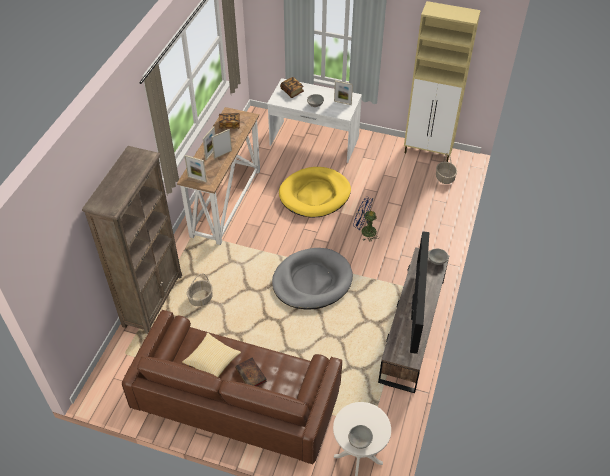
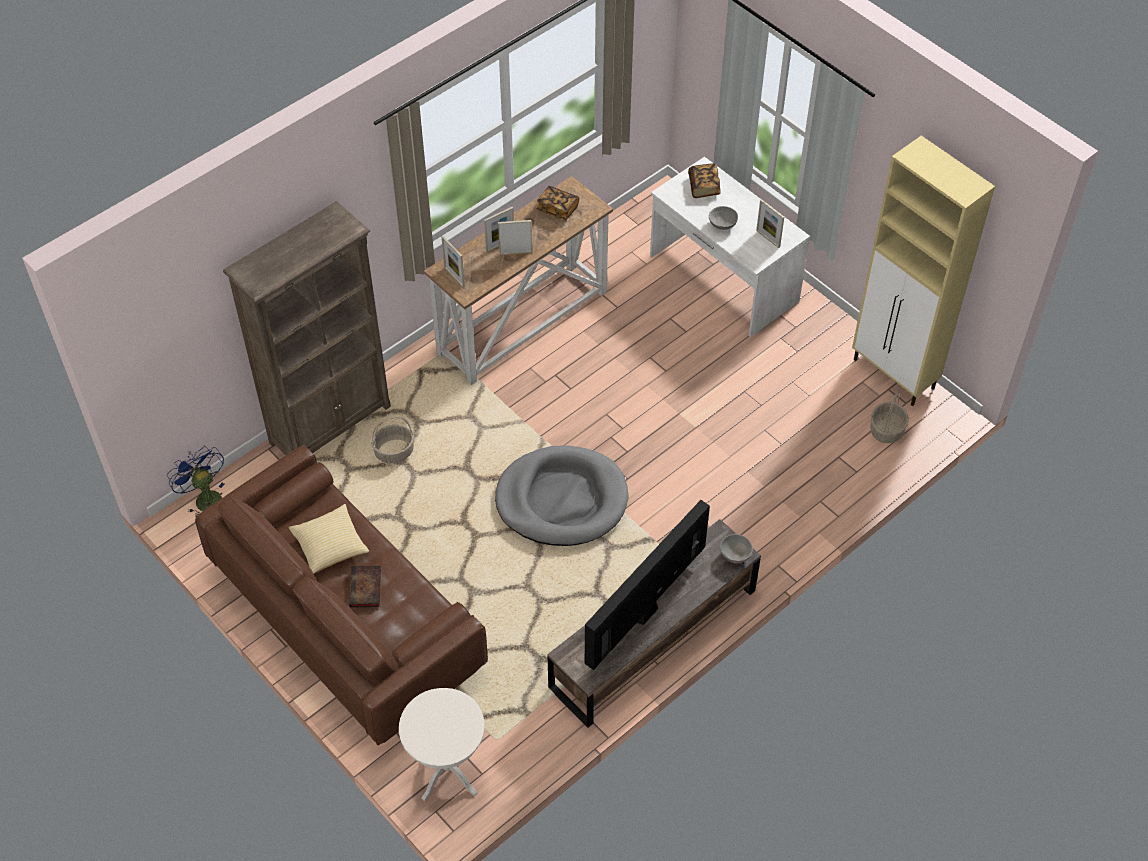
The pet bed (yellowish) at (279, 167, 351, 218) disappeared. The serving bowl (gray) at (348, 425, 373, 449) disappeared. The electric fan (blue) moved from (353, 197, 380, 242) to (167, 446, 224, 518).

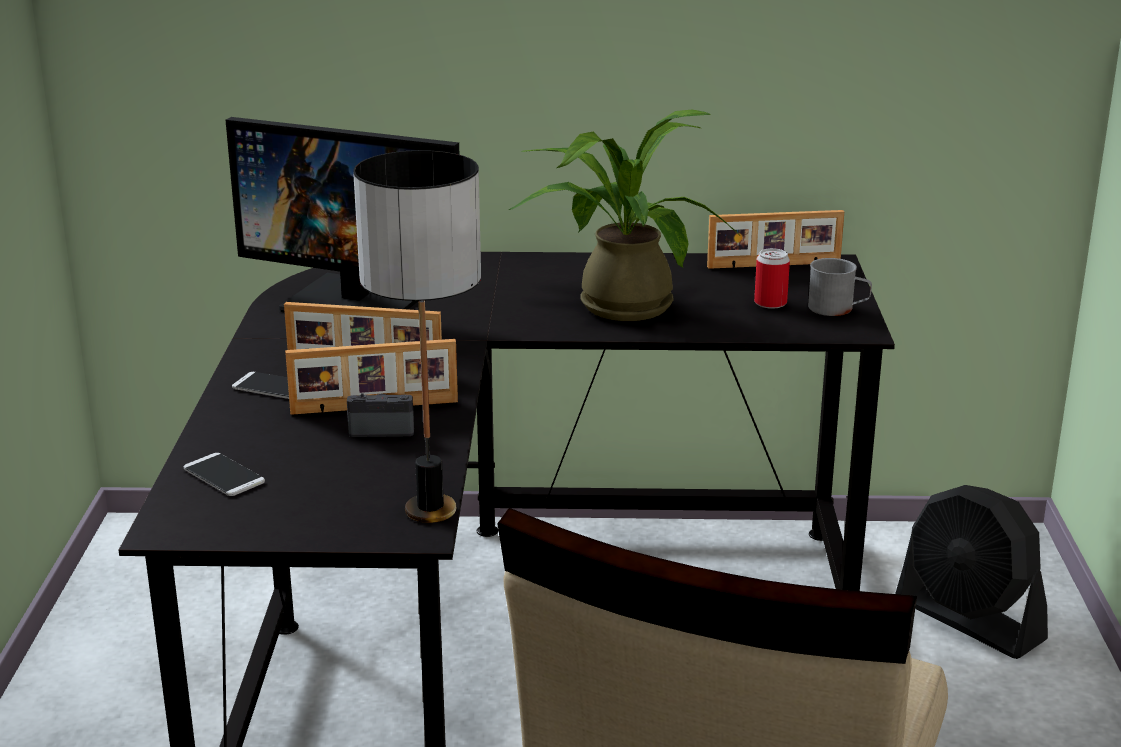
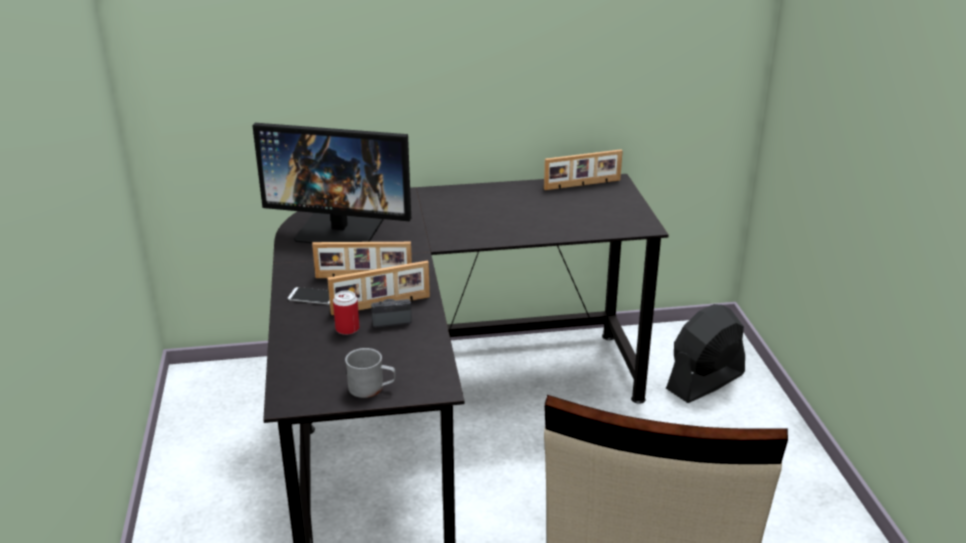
The telephone at (184, 453, 265, 496) disappeared. The lamp for a table at (353, 150, 481, 523) disappeared. The houseplant at (509, 110, 739, 321) disappeared. The metal can moved from (754, 248, 790, 309) to (333, 290, 360, 335). The mug (gray) moved from (808, 258, 872, 316) to (345, 348, 396, 398). The electric fan (blackish) at (895, 485, 1048, 659) turned 105 degrees clockwise.

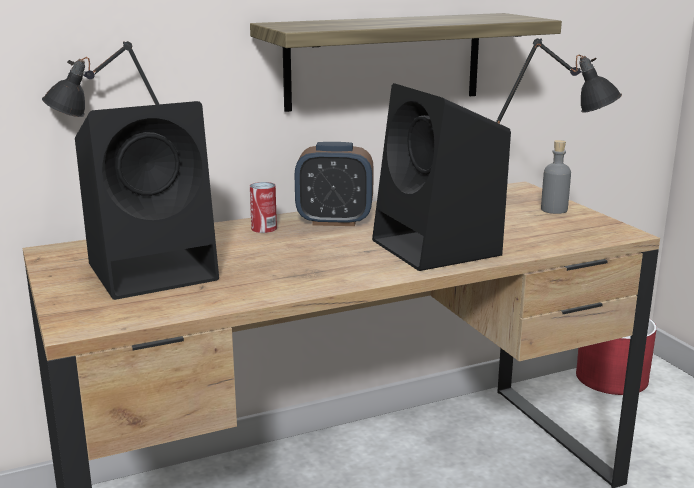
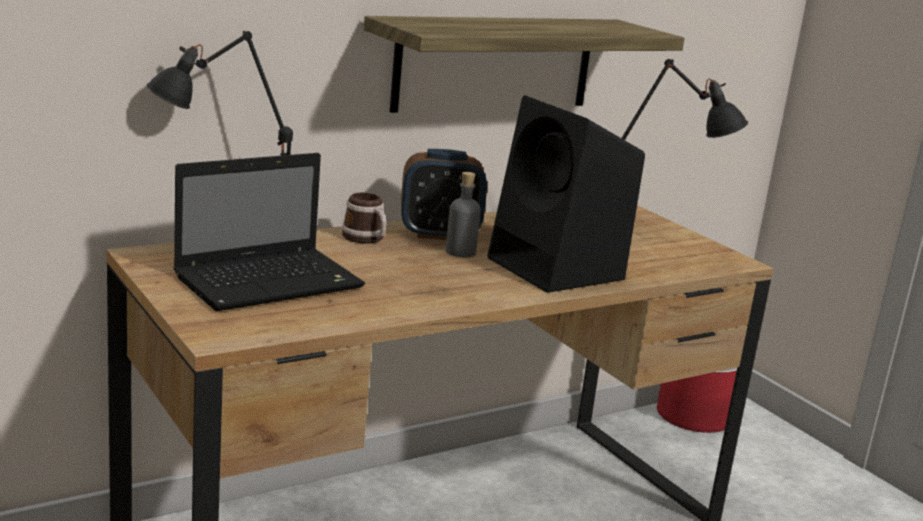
The speaker (blackish) at (75, 101, 219, 300) was replaced by the notebook computer at (173, 153, 365, 311). The metal can at (250, 182, 277, 233) was replaced by the mug at (342, 192, 386, 244). The drink bottle (gray) moved from (541, 140, 571, 214) to (446, 172, 481, 257).

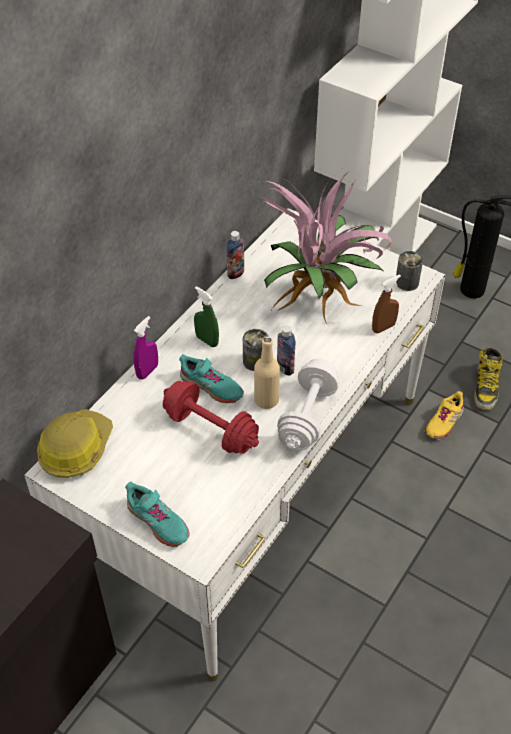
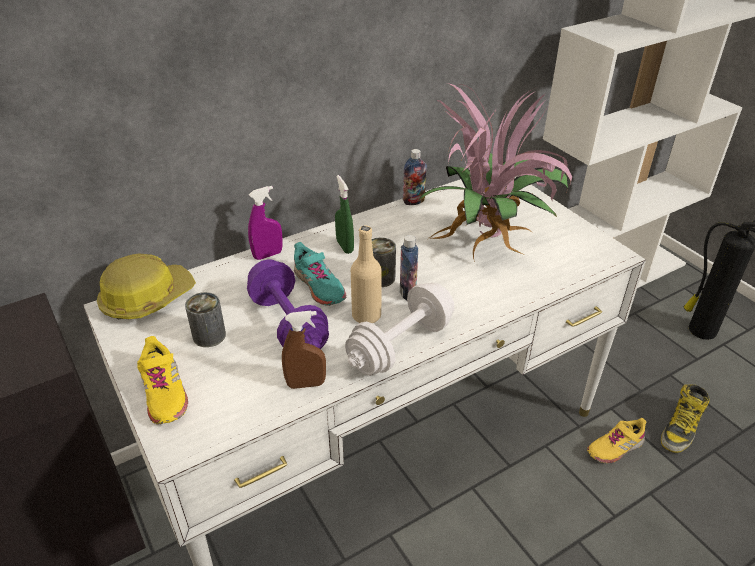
The item of footwear (turquoise) at (125, 482, 190, 547) became the item of footwear (yellowish) at (137, 336, 188, 424). The hand weight (red-coloured) at (163, 381, 259, 454) became the hand weight (purplish) at (247, 259, 329, 349). The hand sprayer (brown-coloured) moved from (372, 274, 401, 333) to (282, 311, 326, 389). The metal can moved from (396, 251, 423, 291) to (185, 292, 226, 347).

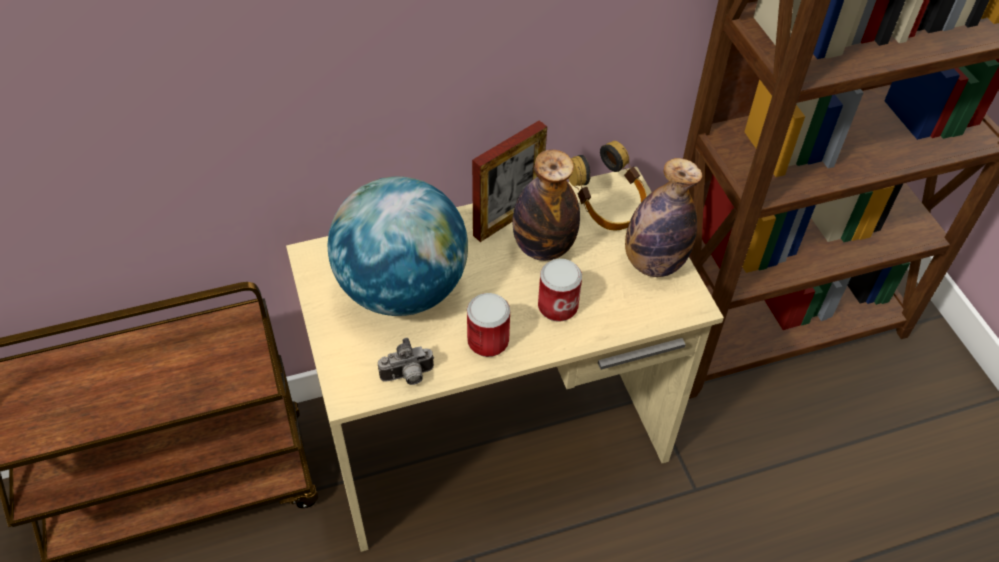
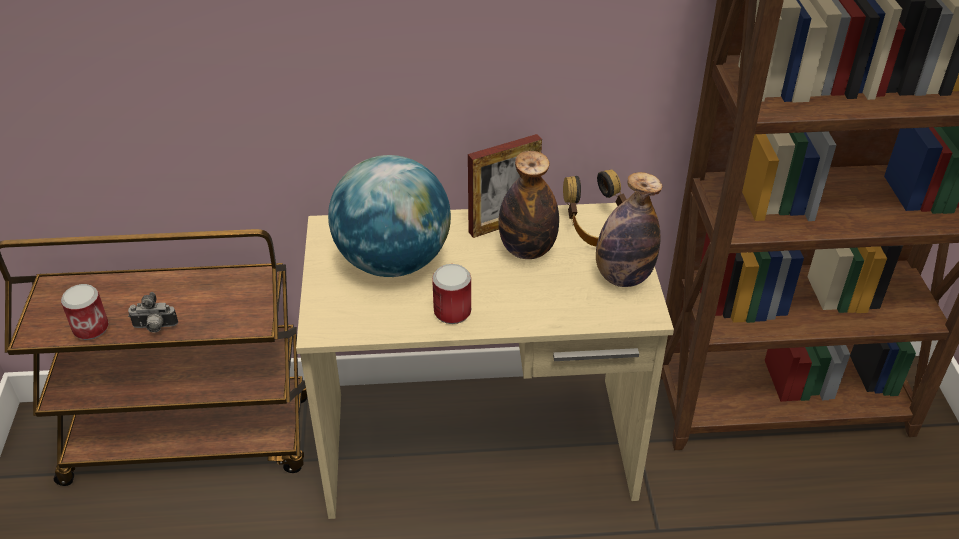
The photo camera moved from (378, 338, 434, 385) to (128, 292, 178, 333). The metal can moved from (538, 259, 582, 322) to (61, 284, 109, 340).

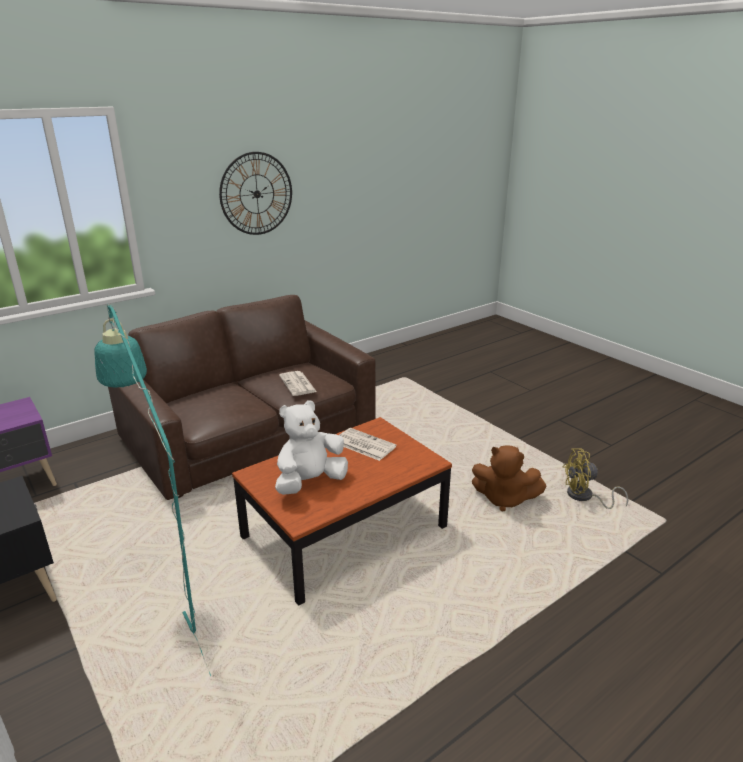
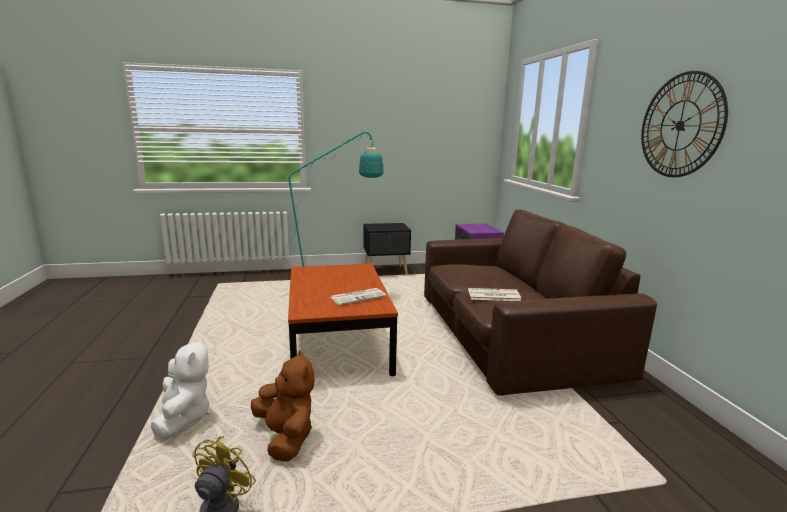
The soft toy (white) moved from (275, 400, 348, 495) to (151, 338, 211, 439). The soft toy (brown-coloured) at (472, 445, 546, 511) turned 105 degrees clockwise.

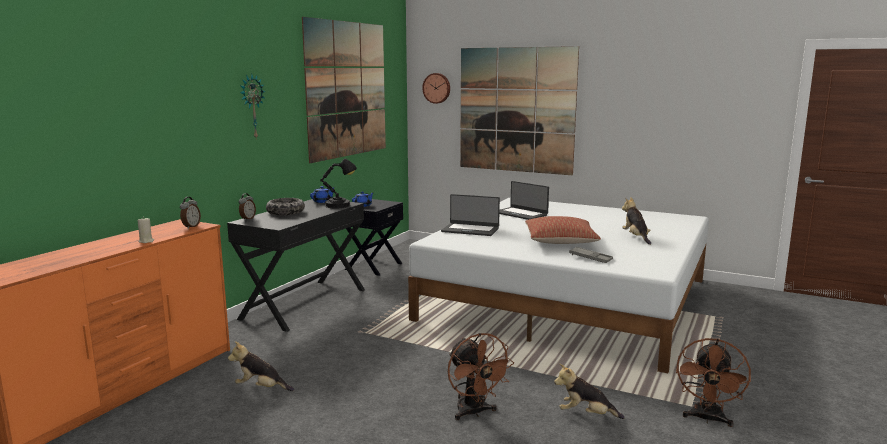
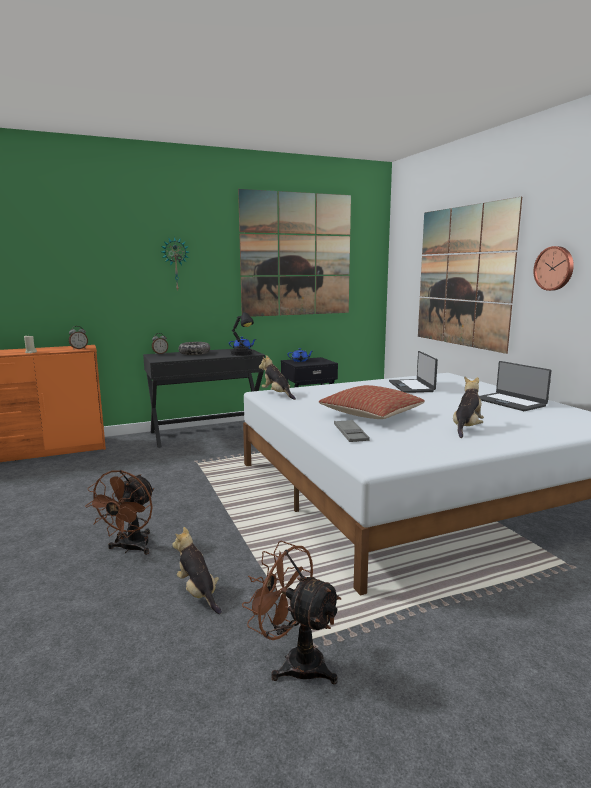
The soft toy moved from (228, 341, 294, 391) to (259, 355, 296, 400). The wall clock moved from (422, 73, 450, 104) to (533, 246, 574, 291). The notebook computer moved from (441, 194, 500, 236) to (479, 361, 552, 411). The electric fan (brown-coloured) at (676, 338, 751, 427) turned 60 degrees clockwise.

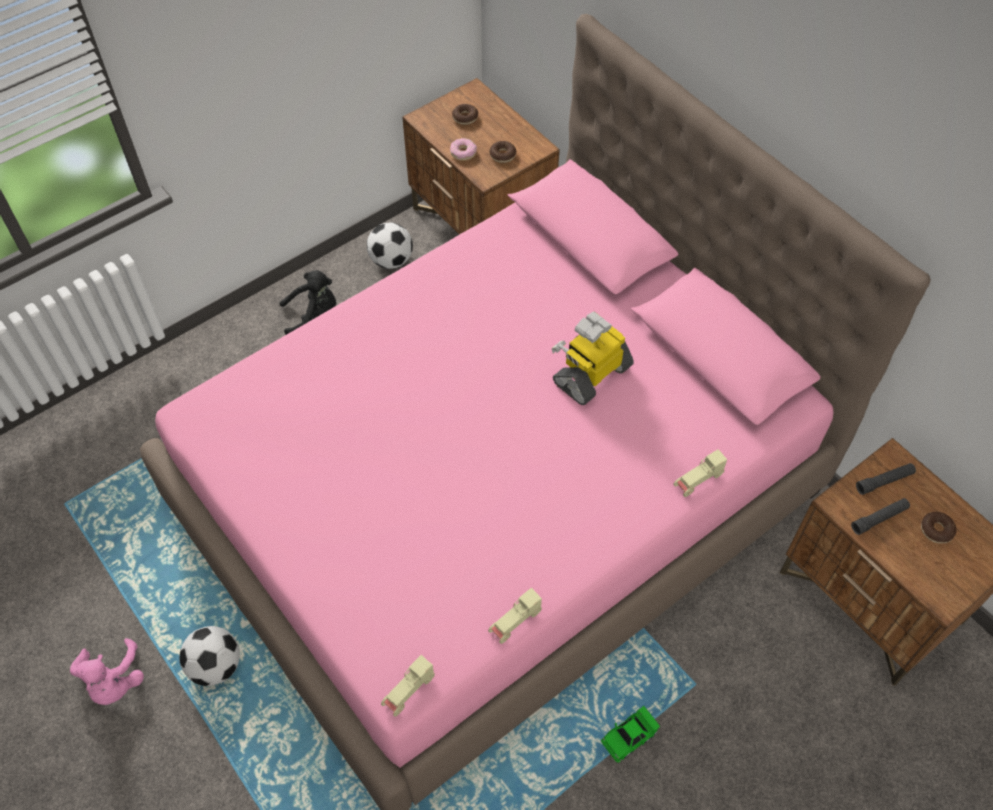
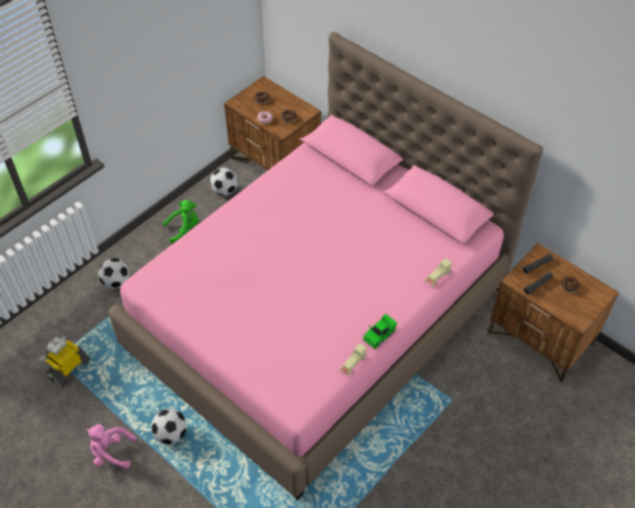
The soft toy (pinkish) at (70, 638, 144, 705) turned 120 degrees clockwise. The soft toy (blackish) at (279, 270, 336, 335) became the soft toy (greenish) at (163, 200, 199, 243). The model car (beige-coloured) at (381, 655, 435, 717) disappeared. The robot figure moved from (552, 311, 634, 405) to (39, 336, 90, 387). The model car (greenish) moved from (601, 706, 660, 763) to (363, 313, 397, 349). The football ball at (98, 258, 130, 289) appeared.

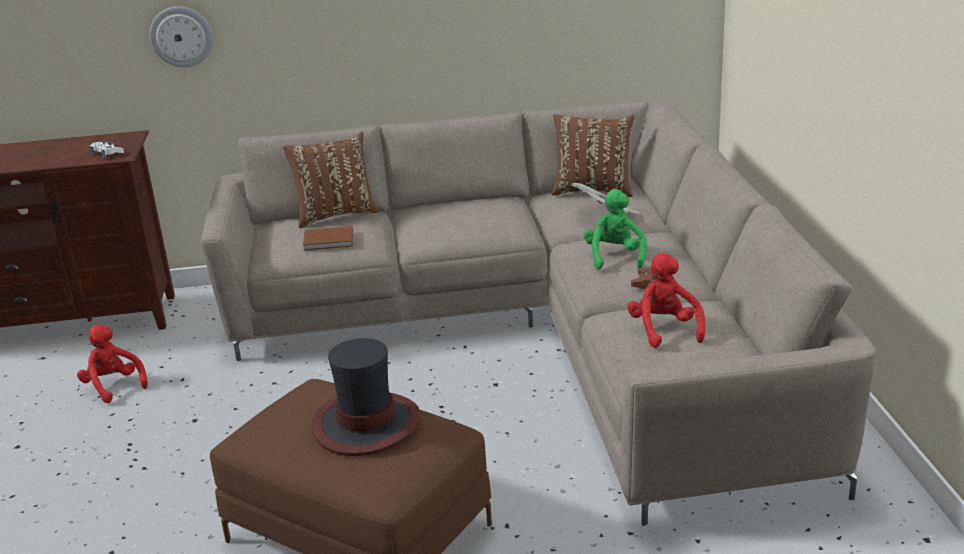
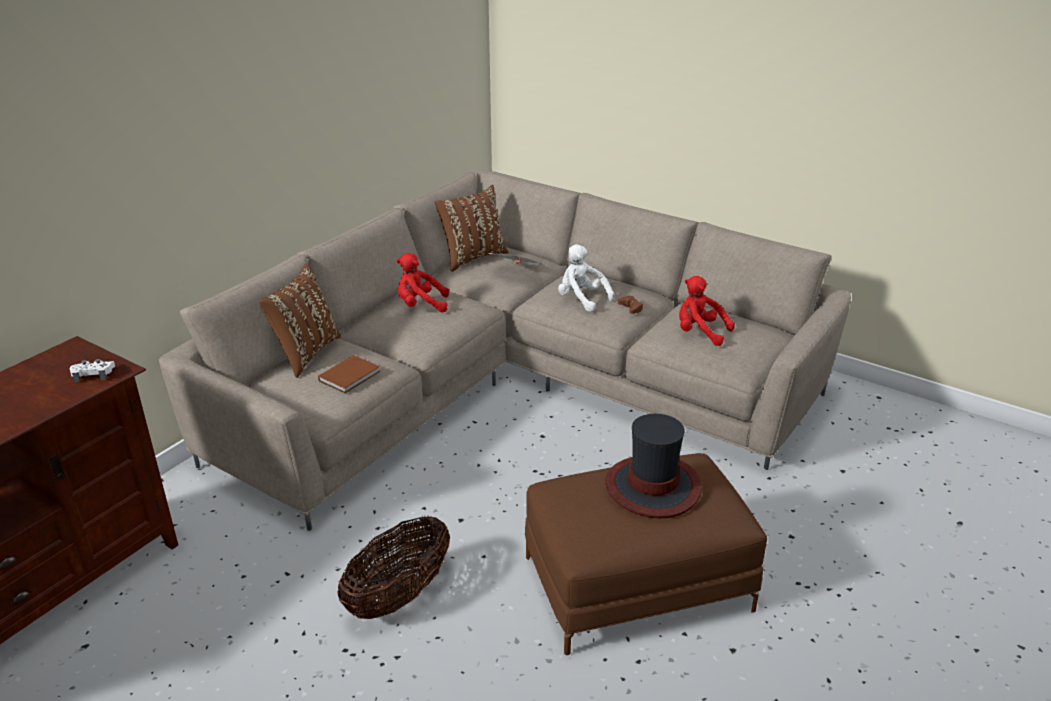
The soft toy (red-coloured) moved from (77, 325, 148, 403) to (396, 253, 449, 313). The wall clock at (149, 6, 213, 67) disappeared. The soft toy (greenish) at (583, 189, 647, 270) became the soft toy (white) at (558, 244, 614, 312). The household basket at (337, 516, 450, 619) appeared.

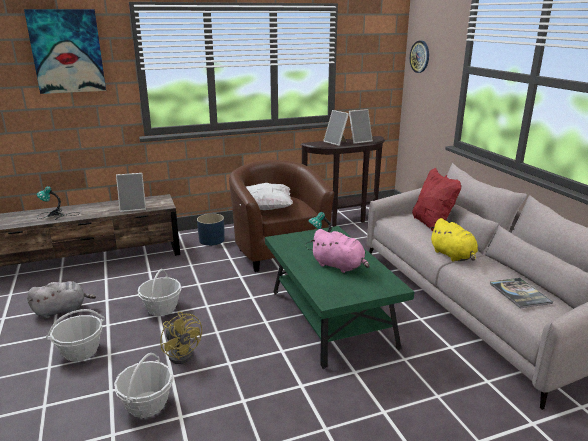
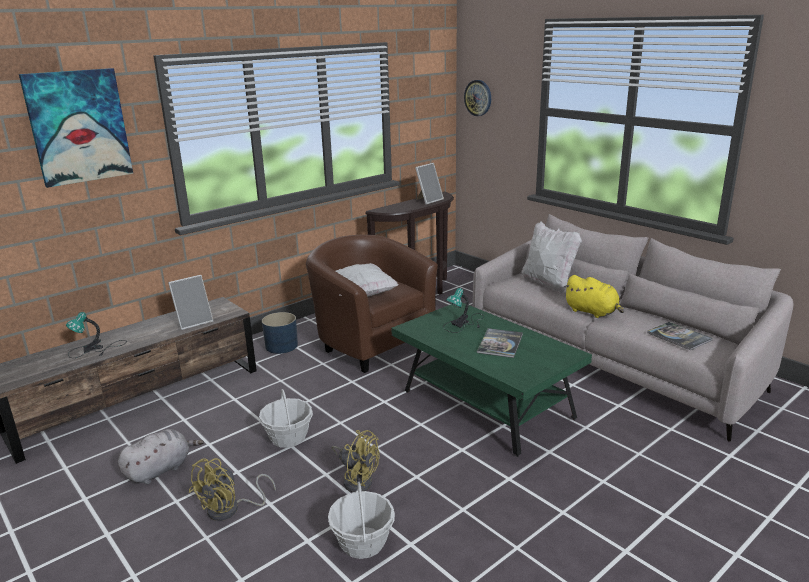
The household basket at (46, 309, 105, 361) was replaced by the electric fan (yellowish) at (188, 458, 276, 521). The soft toy (pinkish) at (310, 229, 370, 273) was replaced by the bound book at (477, 328, 523, 358). The standing frame at (323, 110, 349, 146) disappeared. The pillow (red-coloured) at (412, 167, 461, 231) became the pillow (white) at (522, 222, 582, 293).

